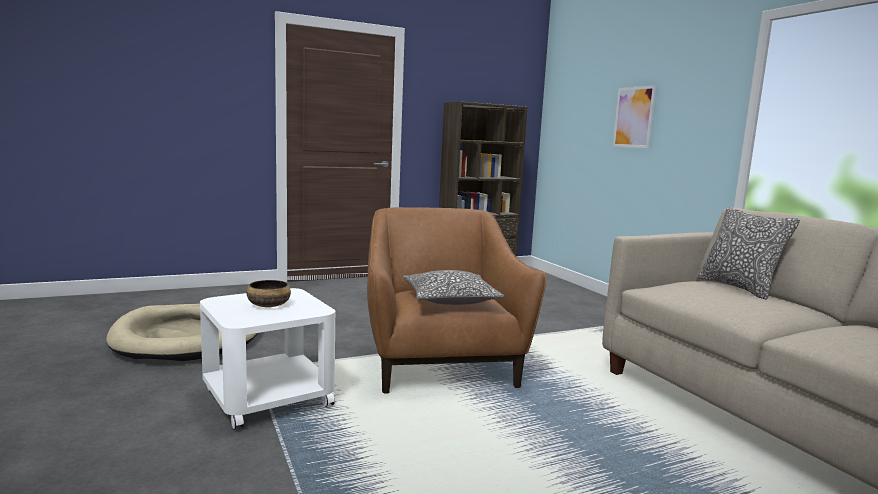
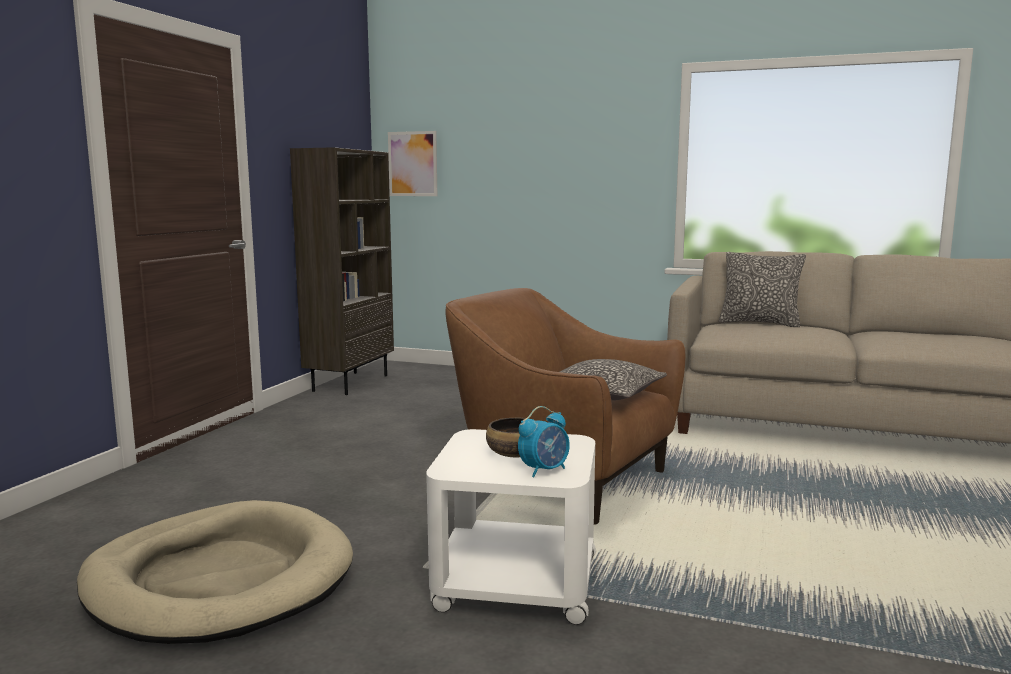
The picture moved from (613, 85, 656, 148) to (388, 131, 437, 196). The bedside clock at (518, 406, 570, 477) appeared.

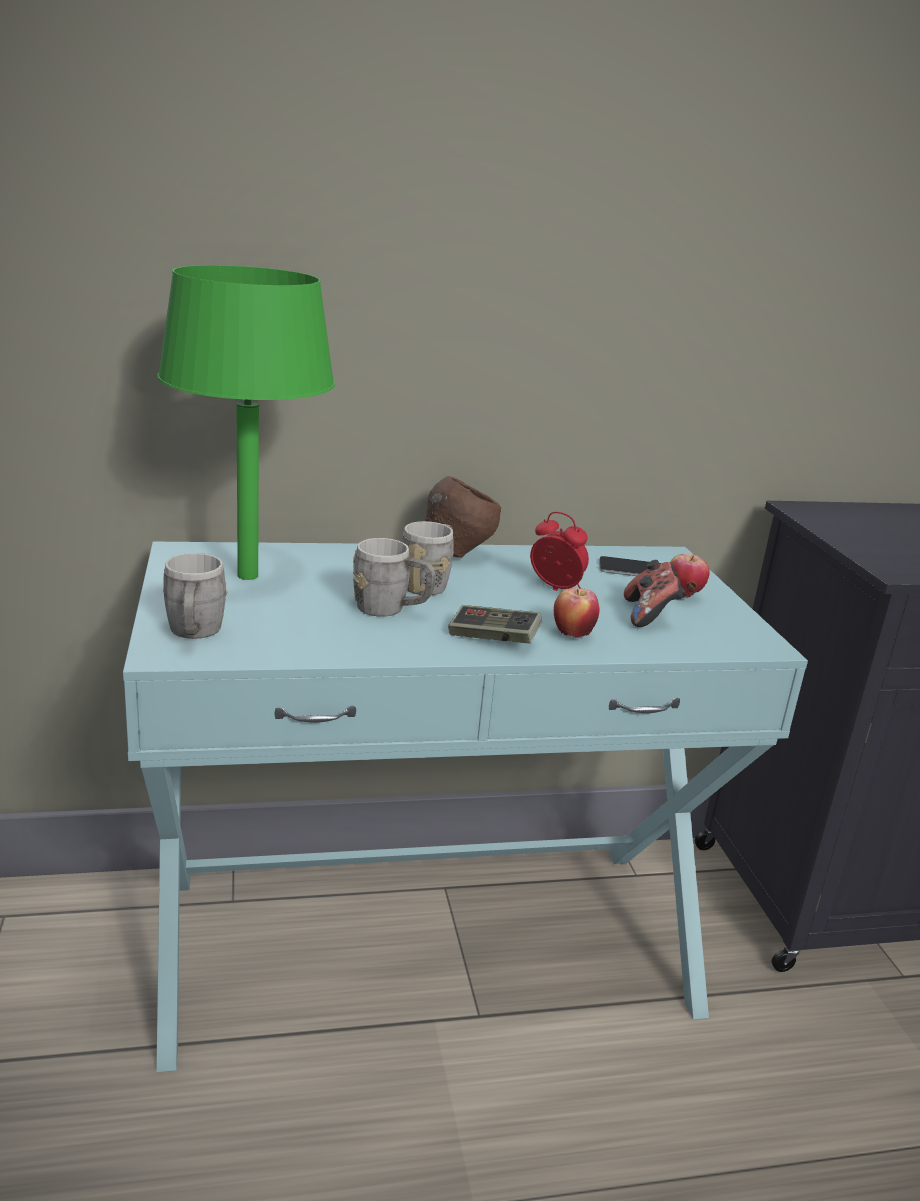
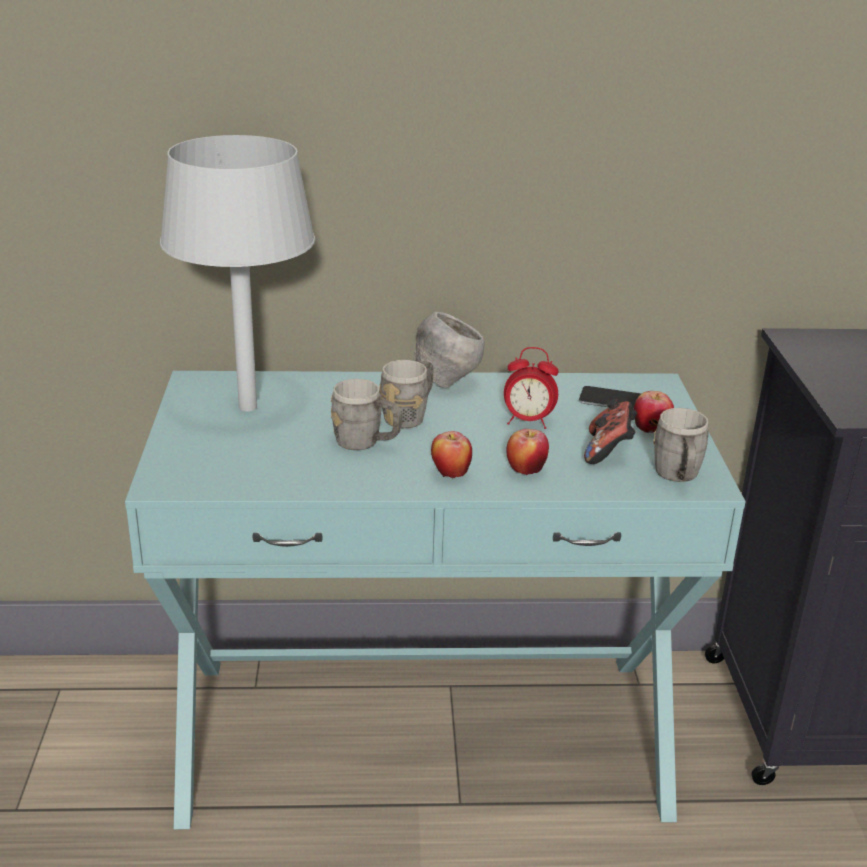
The lamp for a table (greenish) at (157, 265, 335, 580) became the lamp for a table (gray) at (160, 135, 315, 411). The mug (gray) moved from (163, 553, 227, 639) to (653, 408, 709, 482). The serving bowl (brown-coloured) at (425, 476, 501, 558) became the serving bowl (gray) at (413, 312, 485, 388). The game controller at (448, 605, 542, 643) was replaced by the apple at (431, 431, 472, 478). The bedside clock at (530, 512, 589, 591) turned 150 degrees clockwise.

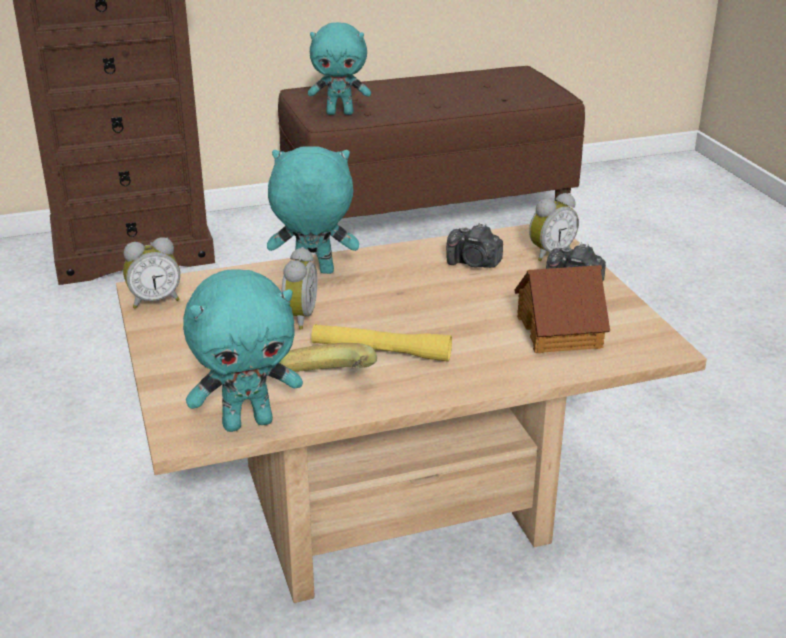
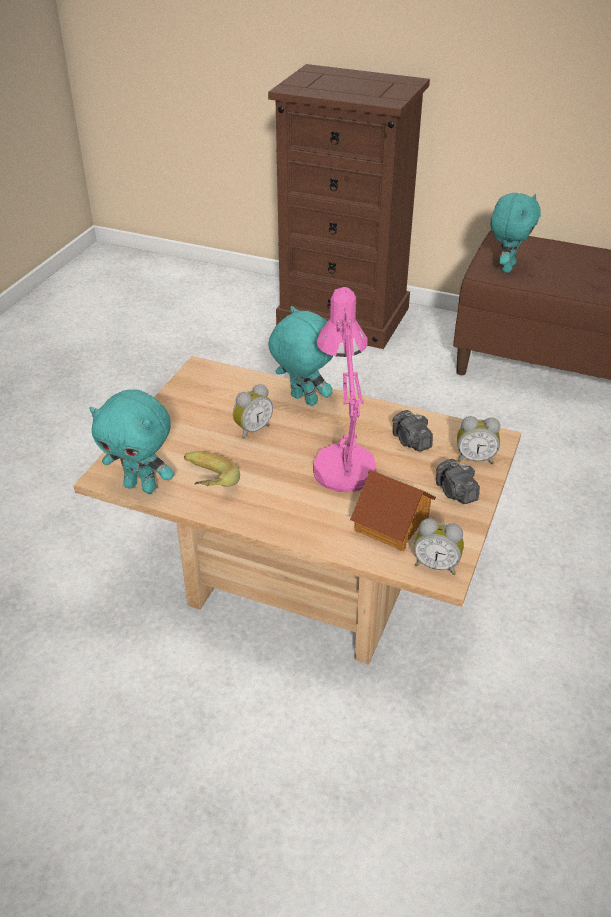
The bedside clock moved from (123, 237, 180, 309) to (414, 518, 464, 575). The soft toy (turquoise) at (308, 22, 371, 115) turned 105 degrees counterclockwise. The torch (yellowish) at (311, 324, 452, 362) disappeared. The lamp for a table (pinkish) at (313, 287, 377, 492) appeared.

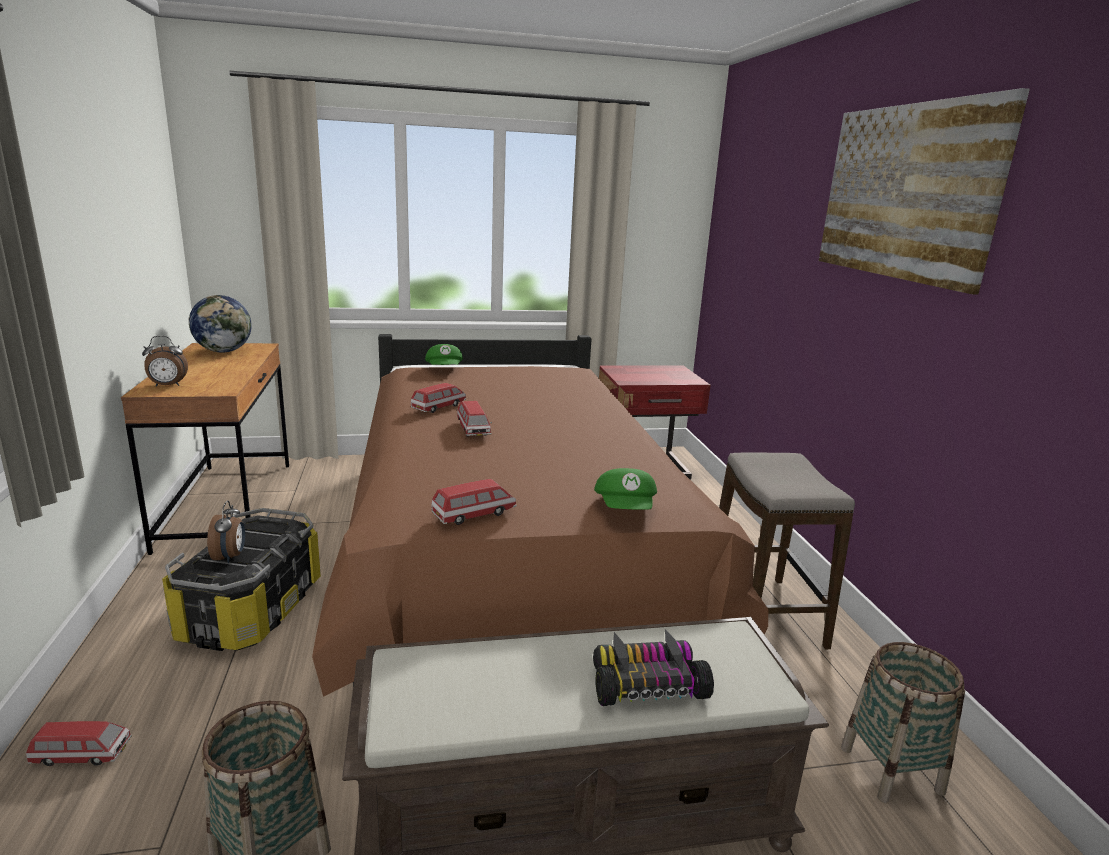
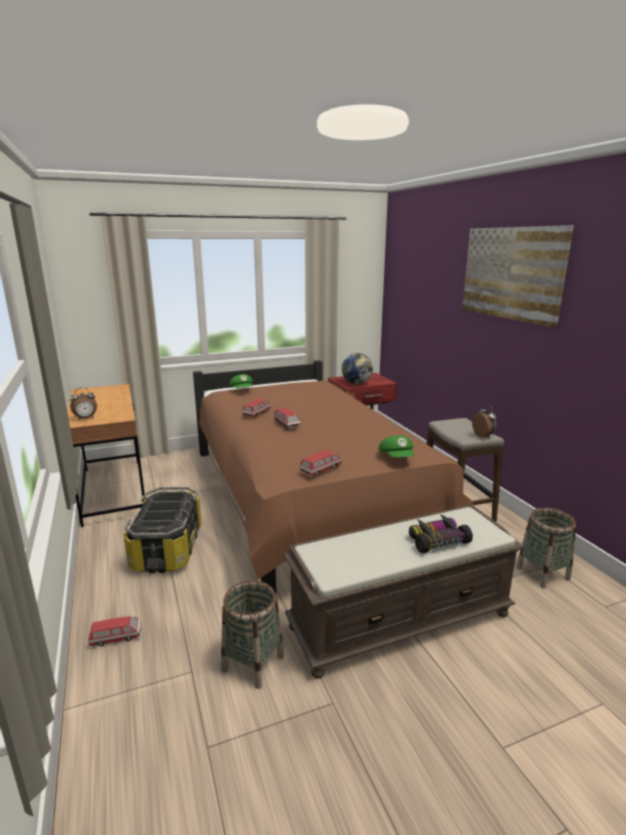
The desk globe moved from (189, 295, 252, 353) to (342, 353, 373, 384). The bedside clock moved from (207, 501, 245, 563) to (472, 404, 497, 438).

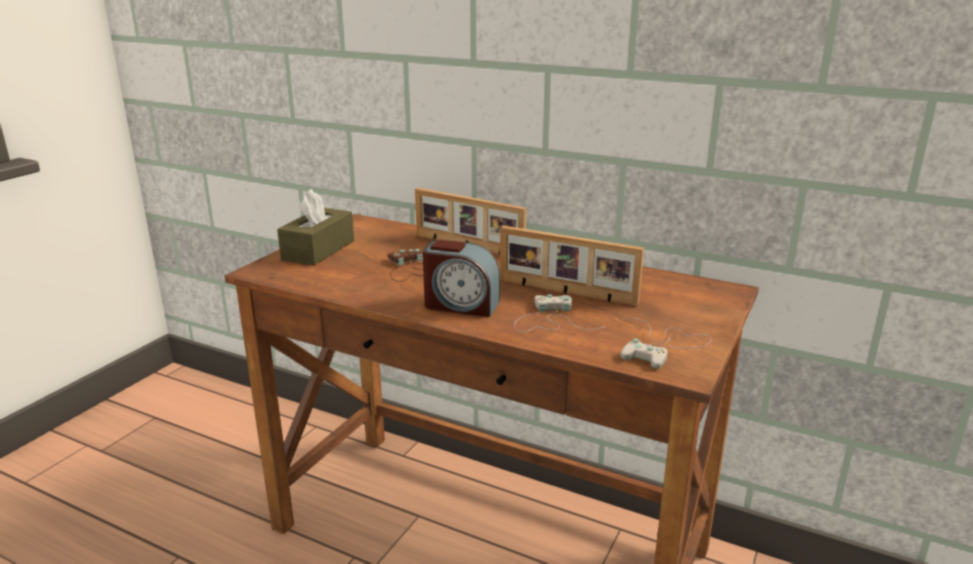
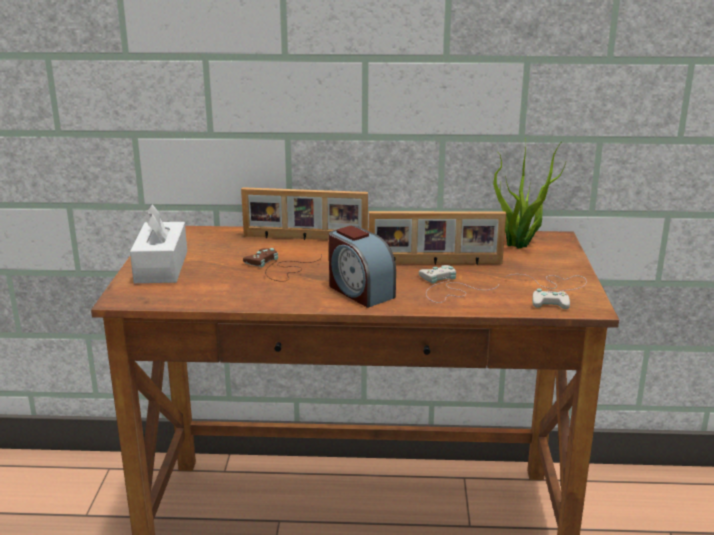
The tissue box (brown-coloured) at (277, 189, 354, 265) became the tissue box (white) at (130, 204, 187, 283). The bedside clock at (423, 240, 500, 317) turned 60 degrees clockwise. The houseplant at (493, 140, 566, 249) appeared.

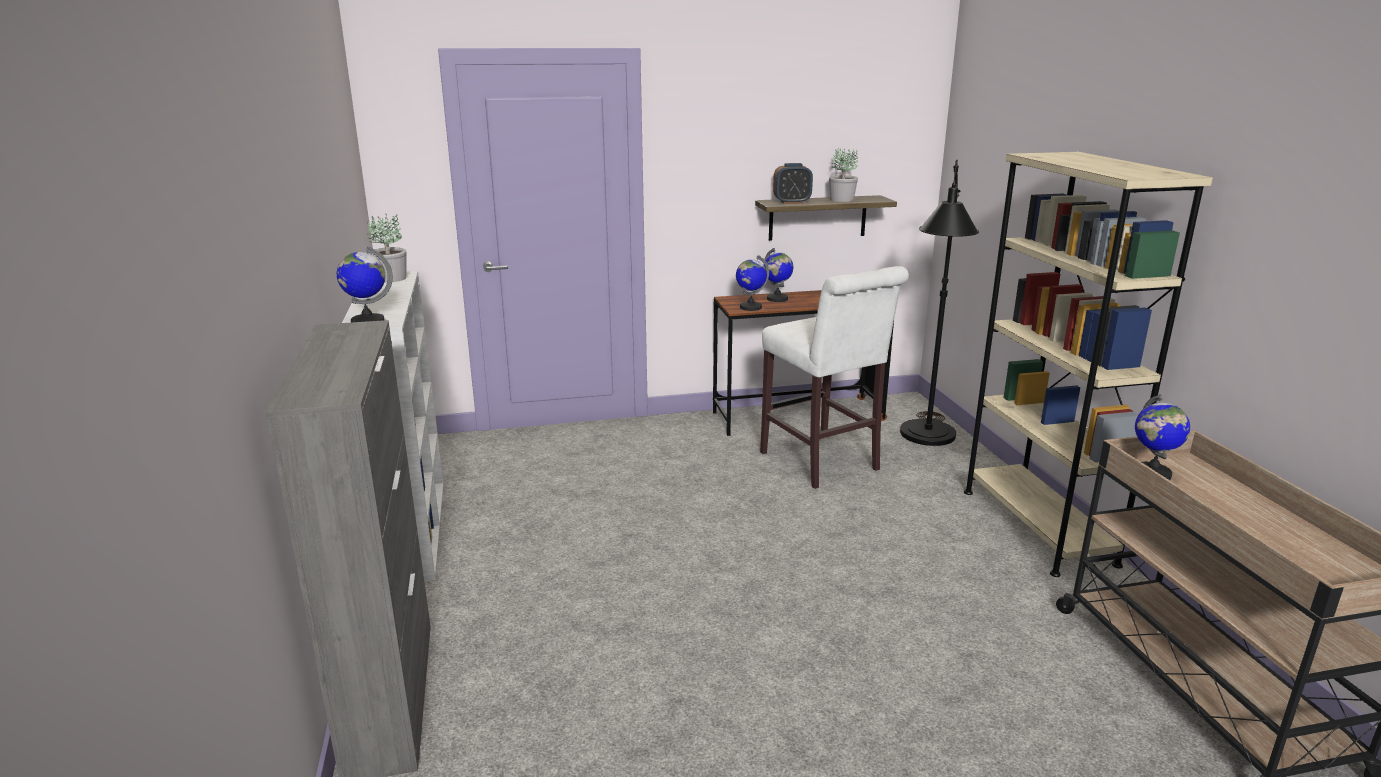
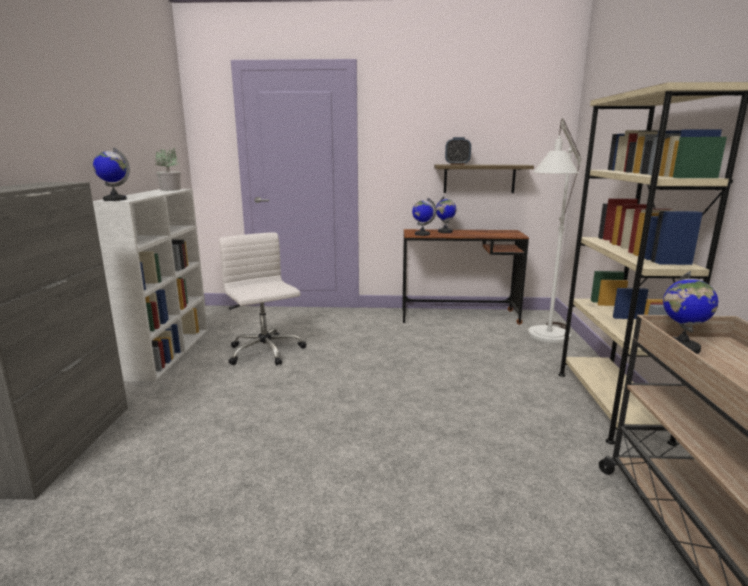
The stool (white) at (760, 266, 909, 489) disappeared. The houseplant at (829, 147, 858, 202) disappeared. The standing lamp (blackish) at (900, 160, 979, 446) became the standing lamp (white) at (528, 118, 581, 343). The office chair (white) at (219, 232, 307, 366) appeared.

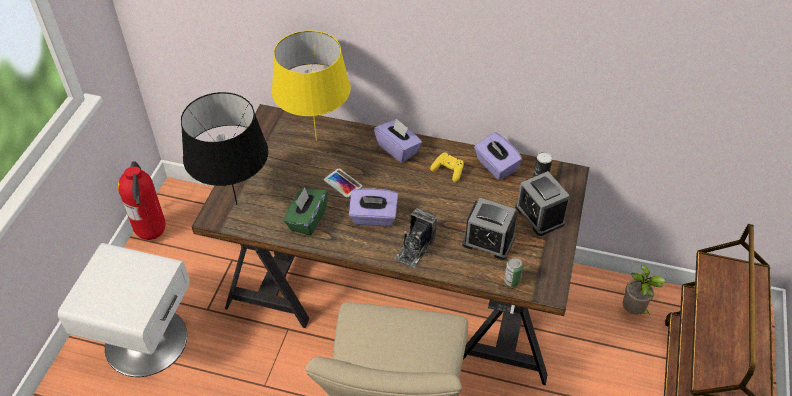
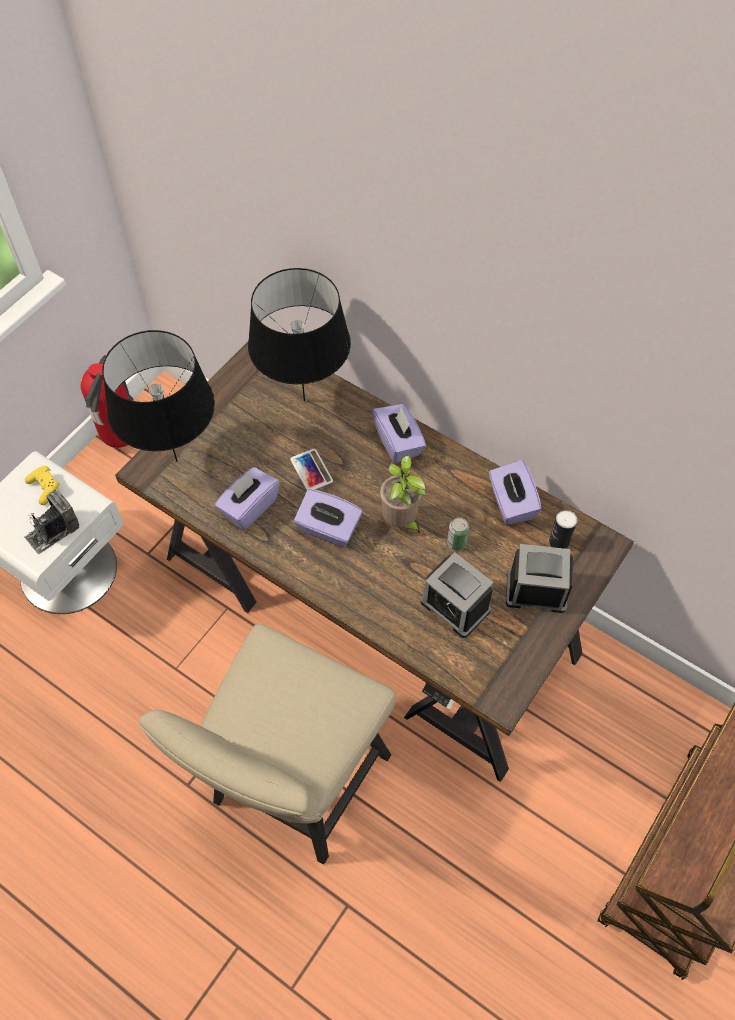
The lamp for a table (yellowish) at (272, 30, 351, 140) became the lamp for a table (blackish) at (248, 268, 351, 401). The tissue box (greenish) at (284, 188, 328, 236) became the tissue box (purplish) at (215, 467, 280, 530). The photo camera moved from (395, 208, 437, 268) to (24, 490, 79, 554). The game controller (yellowish) moved from (430, 152, 464, 182) to (25, 466, 61, 505). The metal can moved from (504, 258, 523, 287) to (447, 517, 469, 551). The bedside clock at (515, 171, 570, 236) turned 105 degrees clockwise. The houseplant moved from (623, 265, 667, 315) to (380, 455, 426, 534).

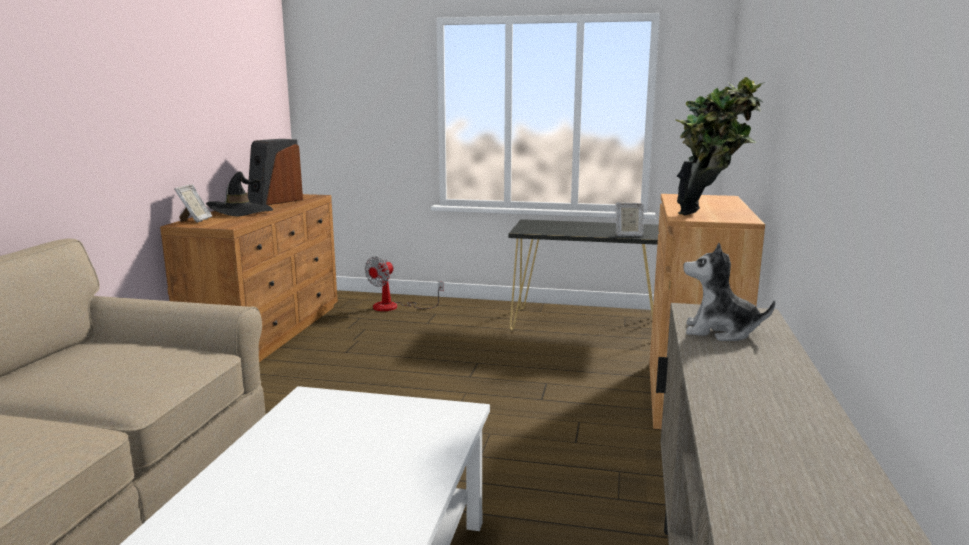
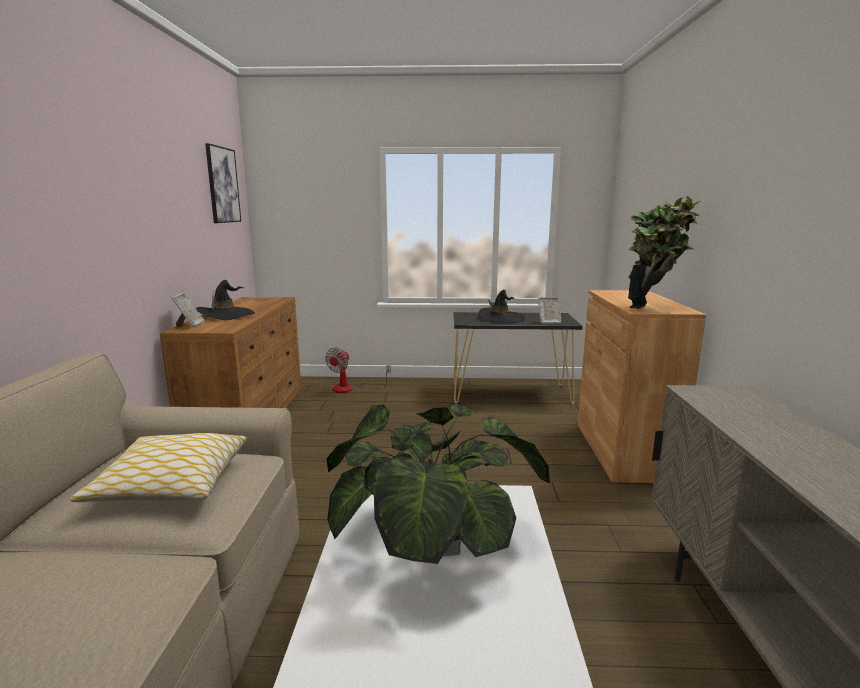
The speaker at (247, 139, 303, 205) disappeared. The soft toy at (683, 243, 775, 341) disappeared. The pillow at (70, 433, 247, 502) appeared. The picture at (205, 143, 241, 223) appeared. The houseplant at (327, 404, 550, 564) appeared. The clothing hat (blackish) at (478, 289, 525, 323) appeared.

